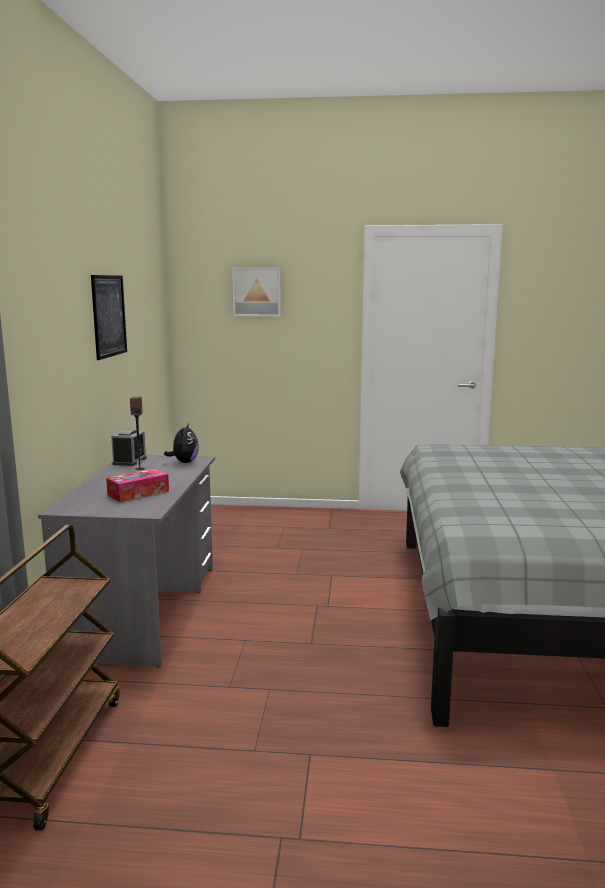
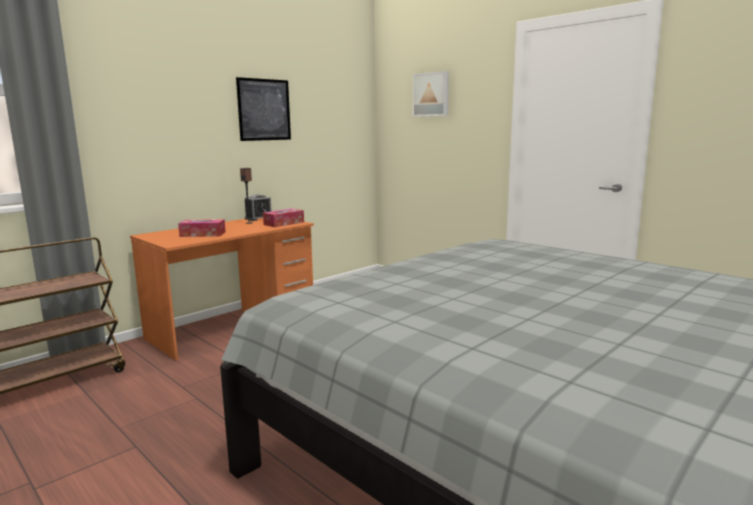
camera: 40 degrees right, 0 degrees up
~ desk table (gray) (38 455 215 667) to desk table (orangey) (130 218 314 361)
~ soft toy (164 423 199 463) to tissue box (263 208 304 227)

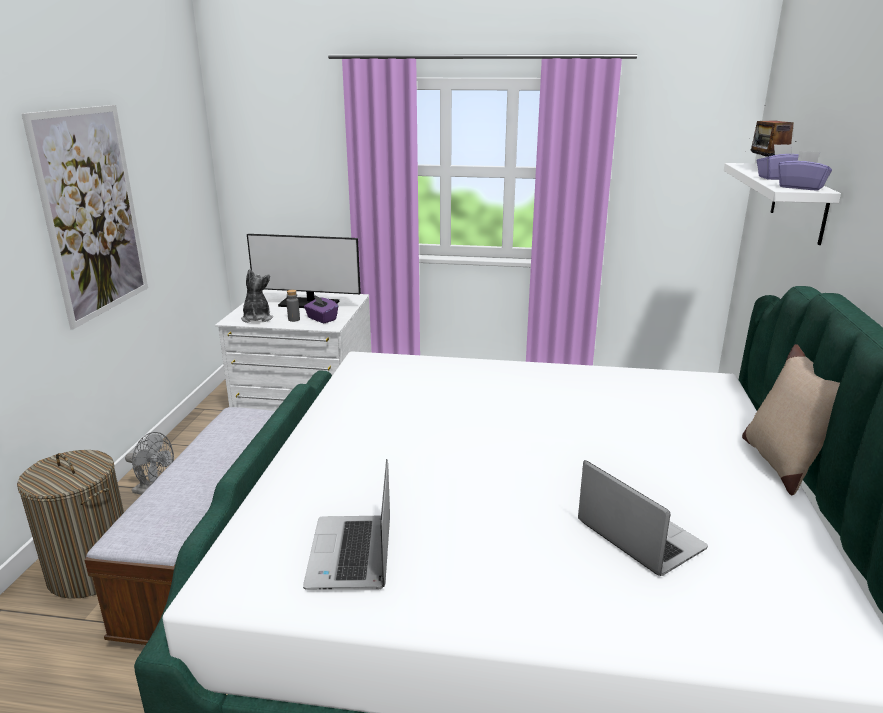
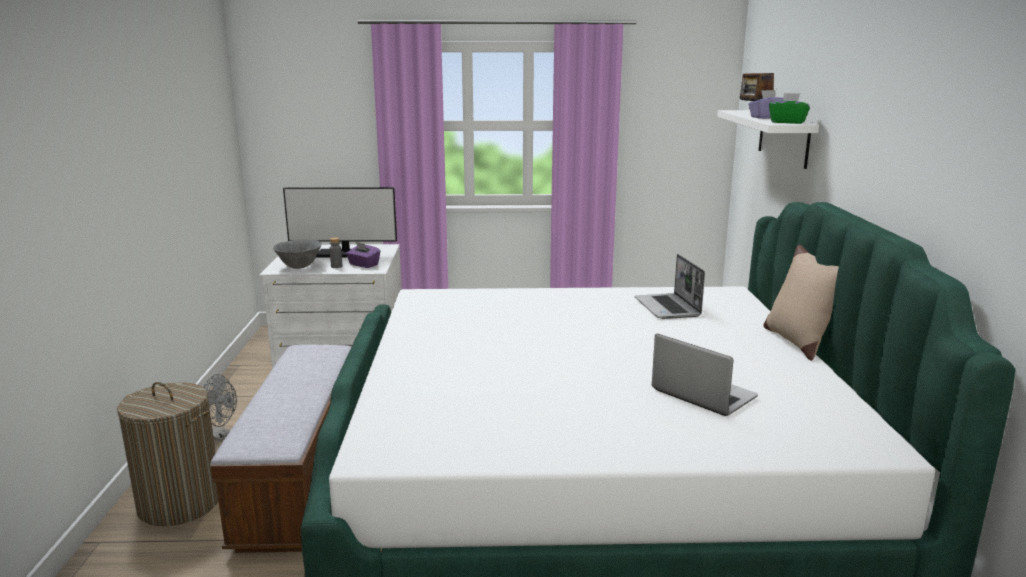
camera: 10 degrees left, 5 degrees down
~ soft toy (241 269 273 323) to serving bowl (gray) (273 239 322 269)
~ portable computer (303 459 390 590) to (635 254 705 319)
~ tissue box (purplish) (778 150 832 190) to tissue box (green-coloured) (769 93 810 124)
- wall picture (21 105 148 330)

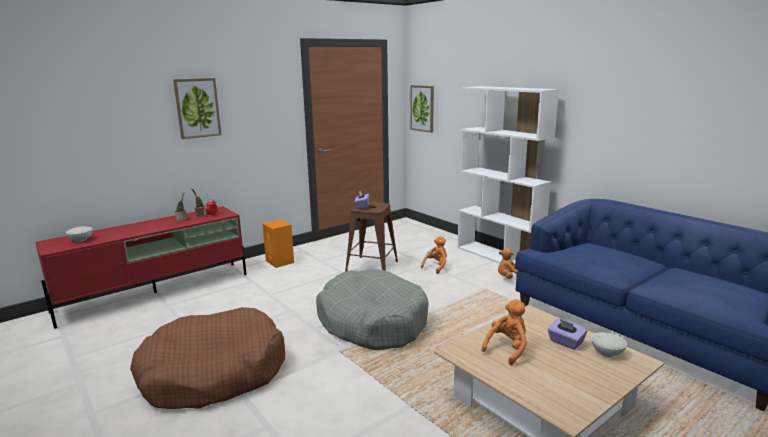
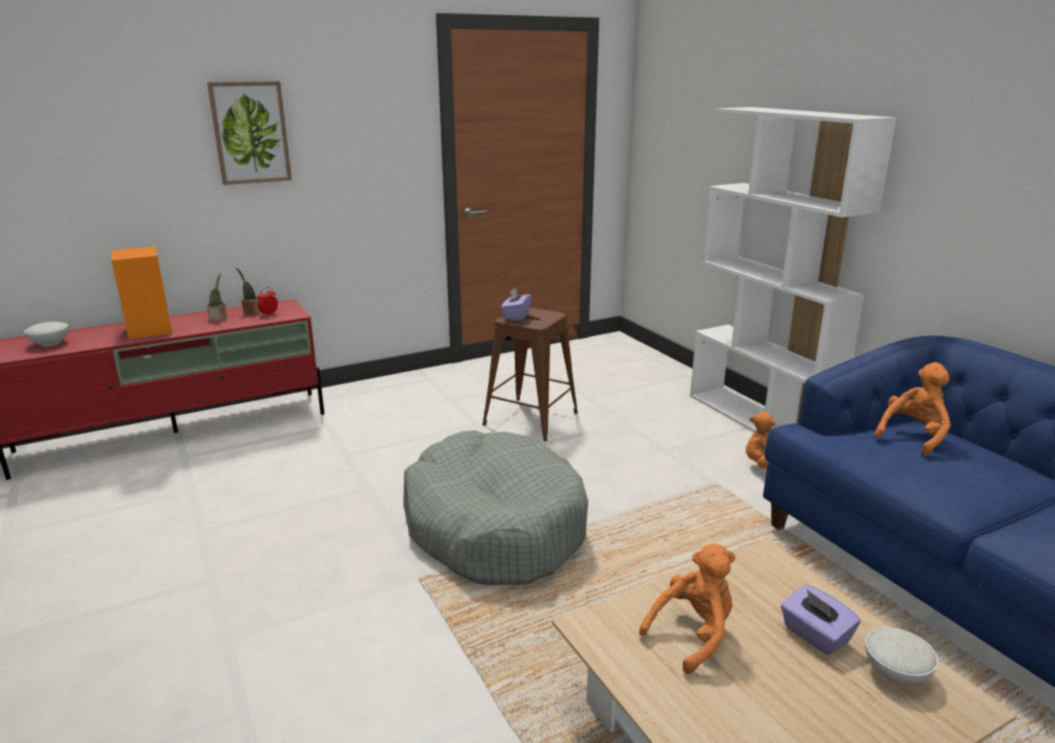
camera: 10 degrees right, 5 degrees up
~ loudspeaker (orangey) (262 219 294 268) to (111 246 172 339)
~ soft toy (orangey) (421 236 447 274) to (875 362 951 456)
- dog bed (brown) (130 307 285 409)
- wall picture (410 85 434 133)

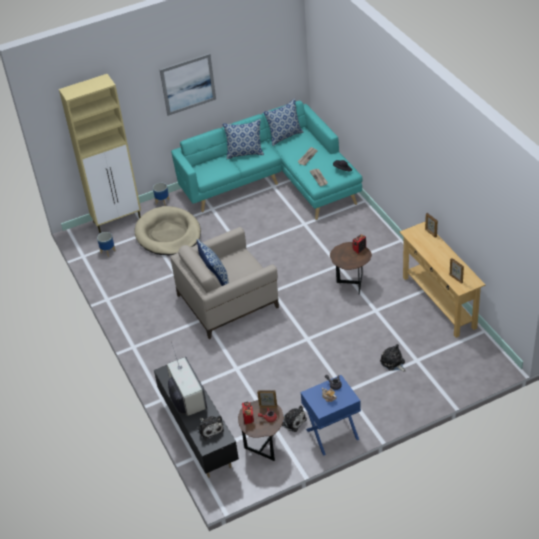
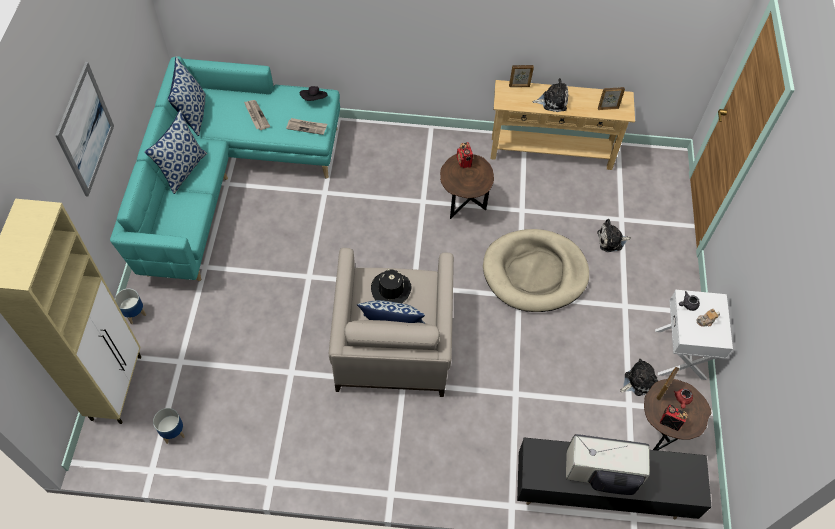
camera: 65 degrees left, 15 degrees up
+ hat (black-coloured) (371 269 412 303)
~ dog bed (sand-coloured) (135 206 201 255) to (483 229 589 312)
~ soft toy (198 416 224 440) to (533 78 568 112)
~ bedside table (blue) (301 375 361 455) to bedside table (white-coloured) (655 290 733 380)

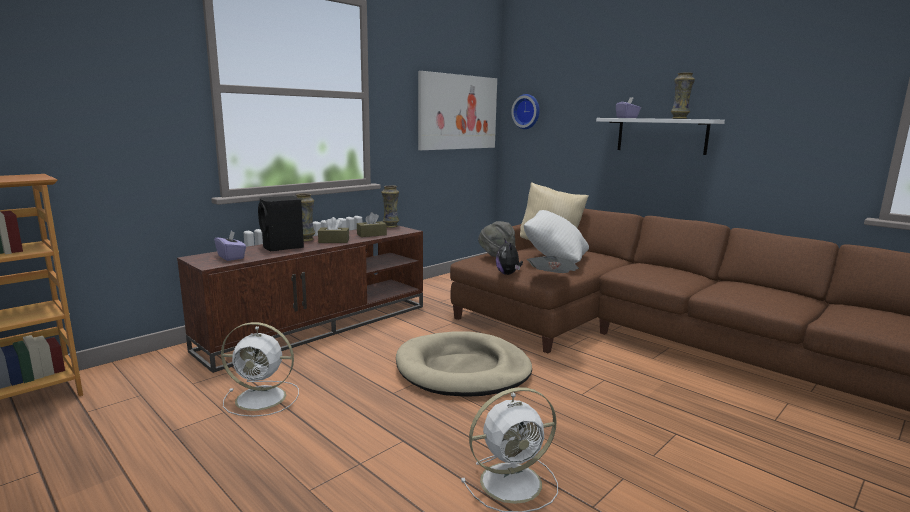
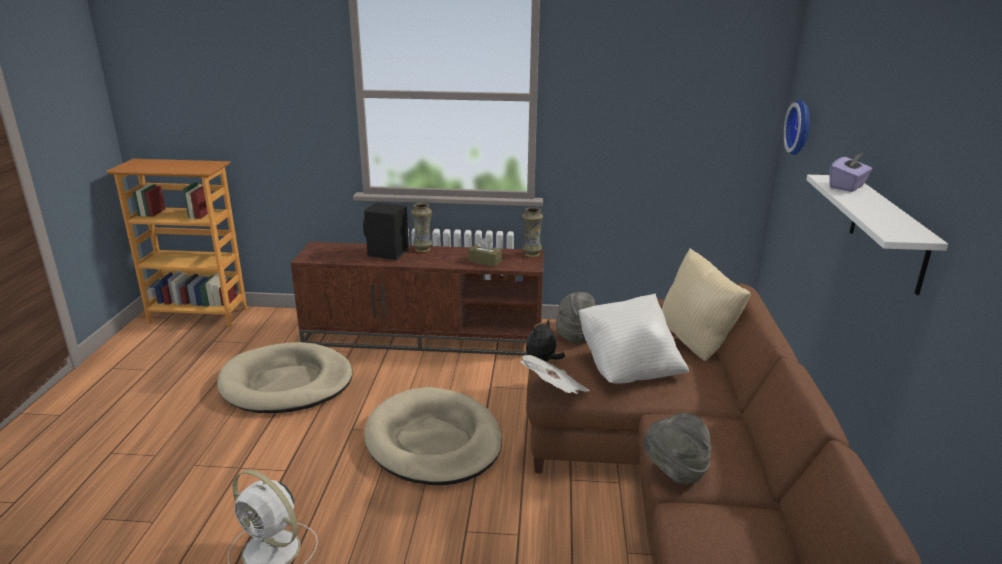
camera: 50 degrees right, 10 degrees up
~ fan (white-coloured) (221 322 299 417) to dog bed (sand-coloured) (217 342 353 413)
+ hat (gray) (643 413 711 484)
- tissue box (purplish) (214 231 246 261)
- tissue box (brown) (318 217 349 243)
- wall picture (418 71 497 150)
- vase (671 73 695 119)

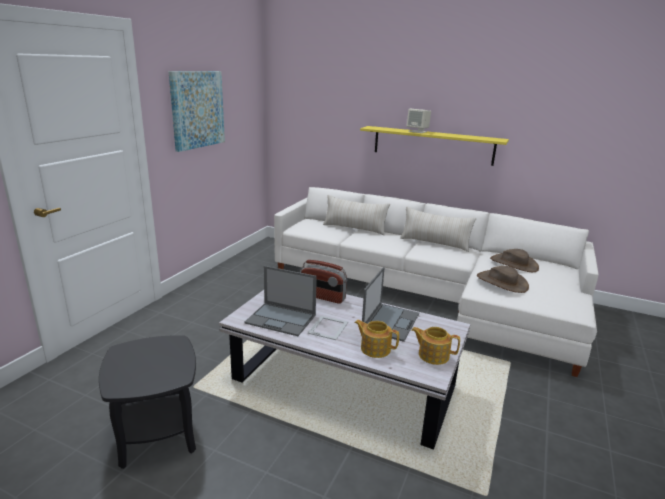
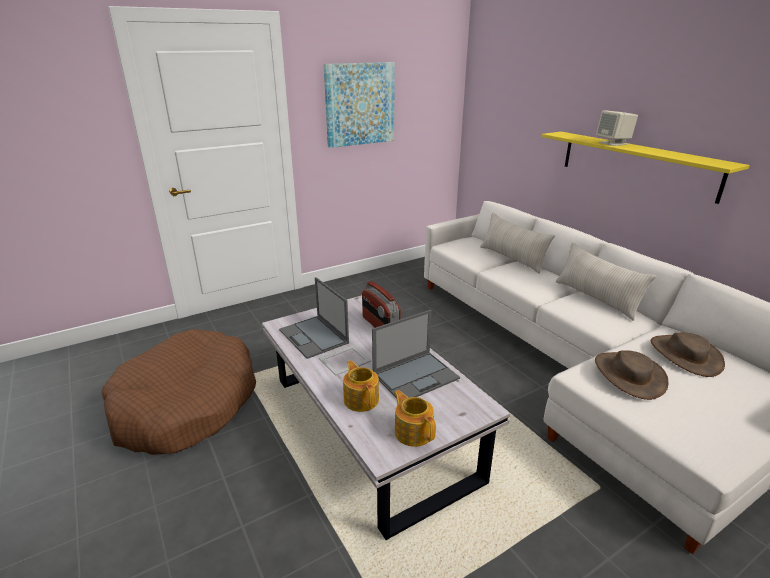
camera: 35 degrees right, 5 degrees up
~ accent table (black-coloured) (99 335 196 469) to dog bed (brown) (101 329 256 455)

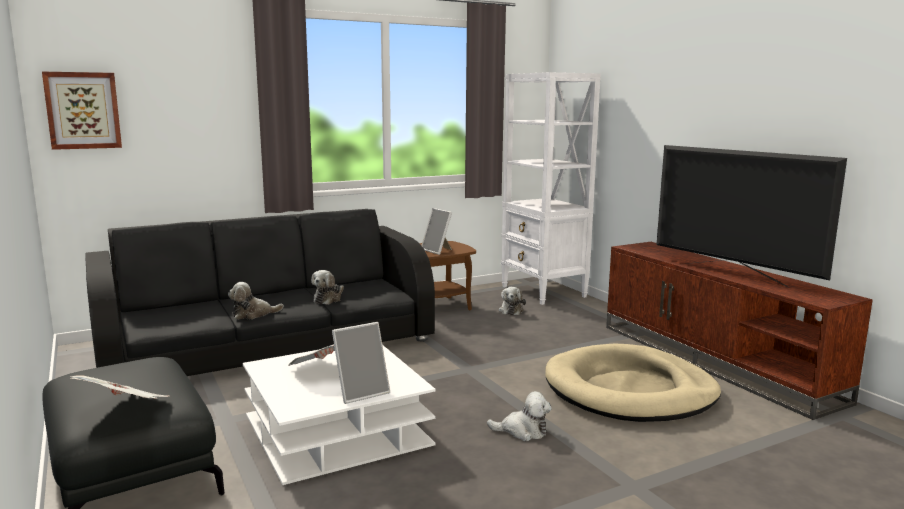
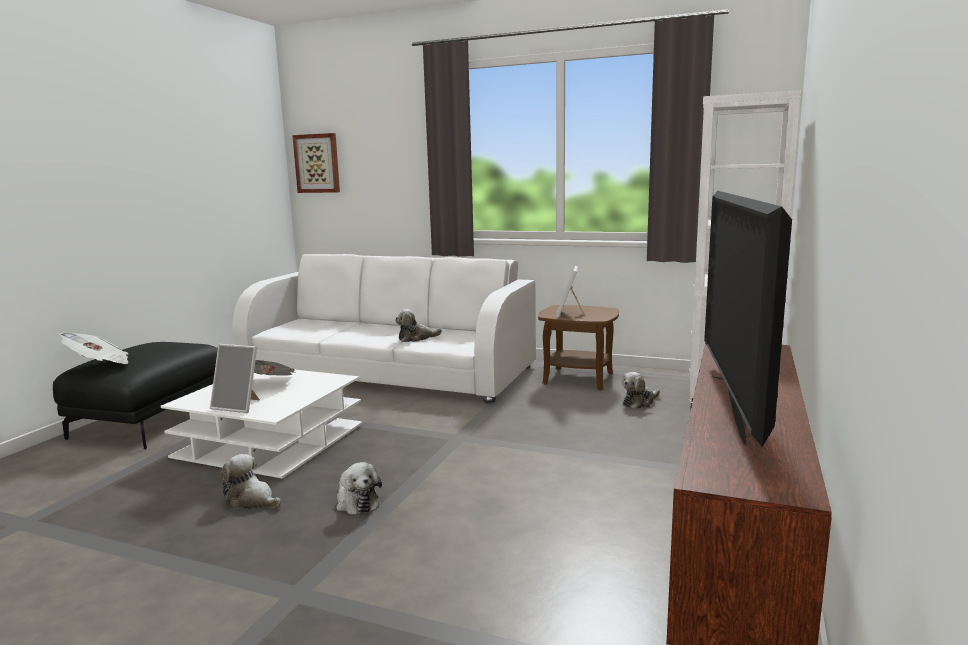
camera: 50 degrees right, 0 degrees up
~ soft toy (228 282 284 320) to (220 454 281 509)
~ couch (black-coloured) (85 209 435 376) to couch (white-coloured) (233 254 536 403)
- dog bed (sand-coloured) (545 344 721 422)

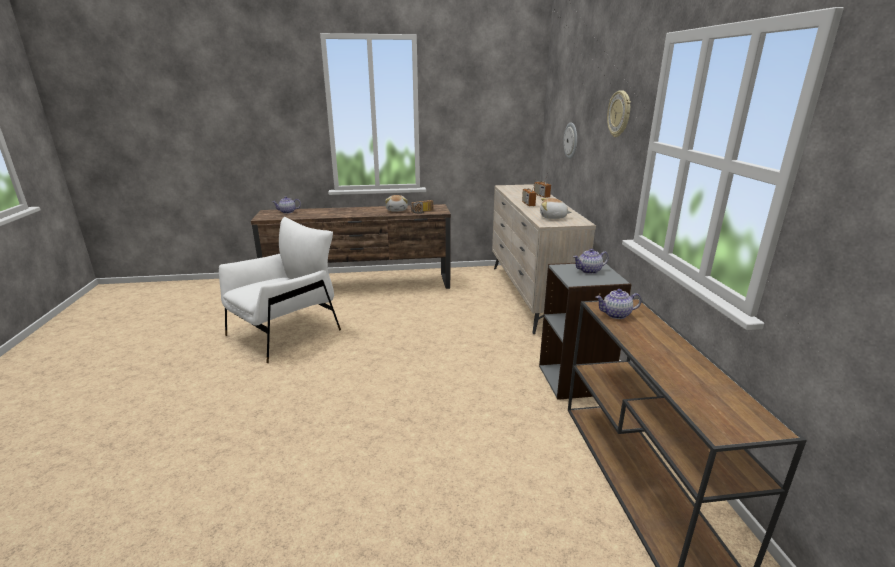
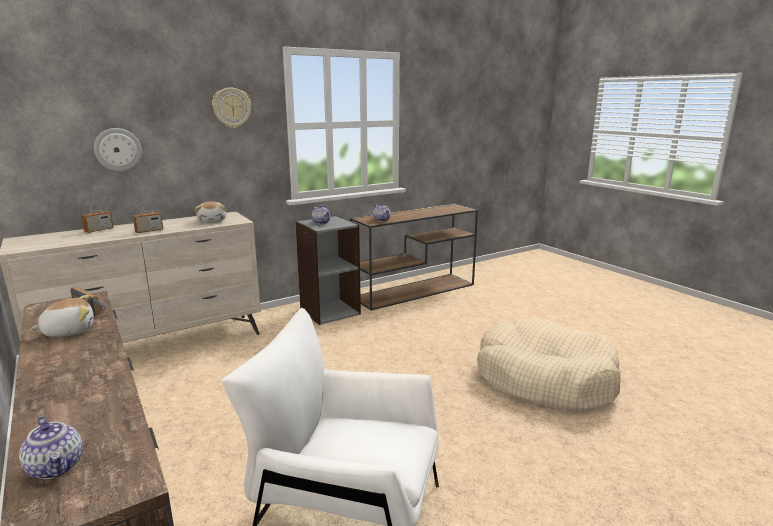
camera: 115 degrees left, 5 degrees down
+ dog bed (sand-coloured) (477 318 621 413)

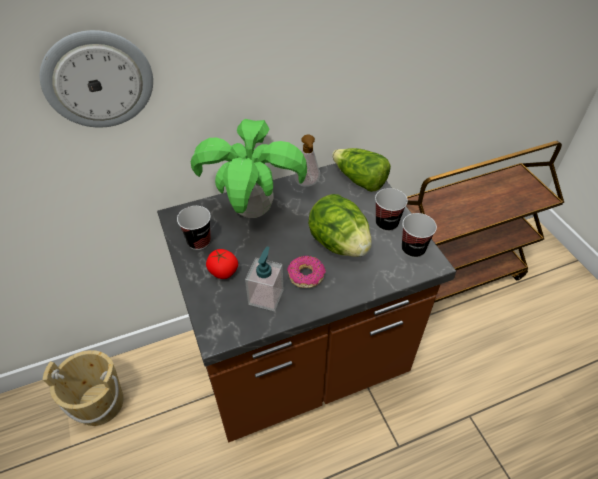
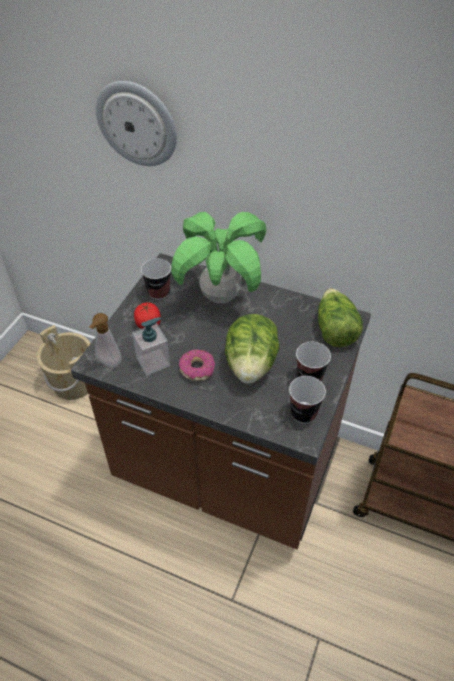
camera: 45 degrees right, 0 degrees up
~ soap bottle (295 134 320 187) to (89 313 122 367)

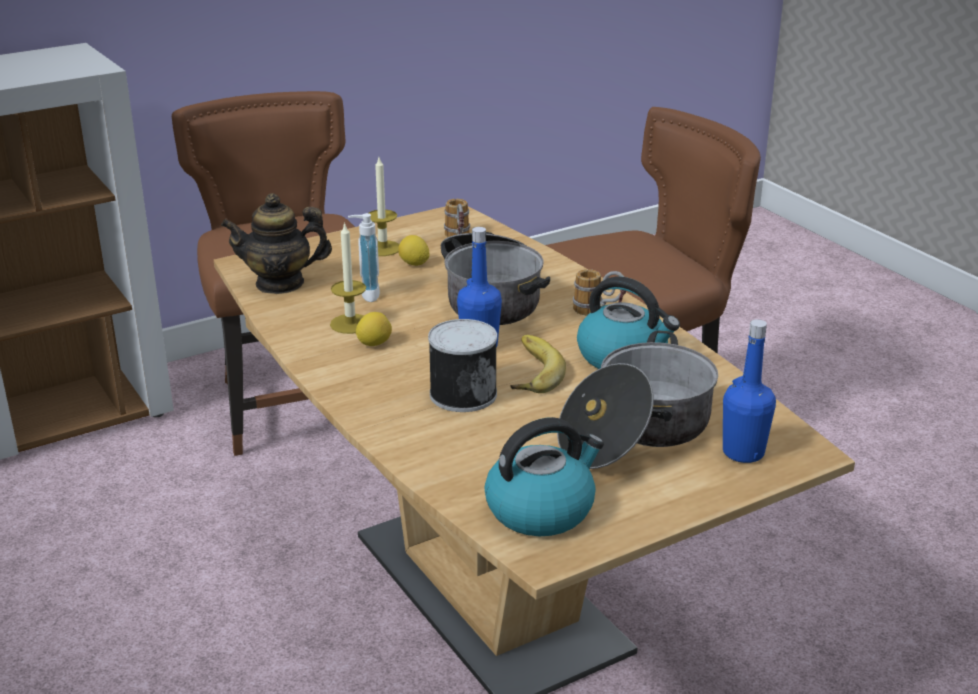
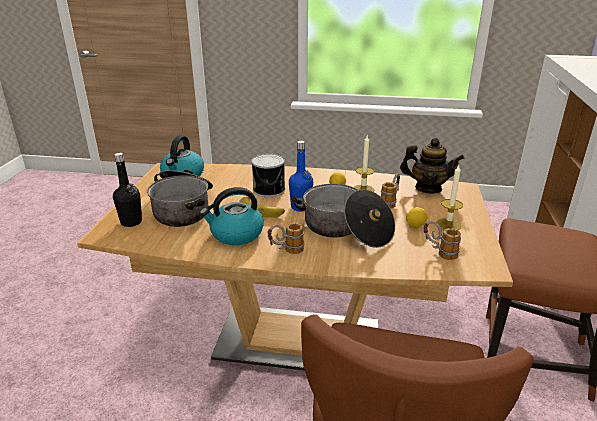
camera: 130 degrees right, 0 degrees up
~ drink bottle (blue) (723 319 776 463) to drink bottle (black-coloured) (113 153 142 227)
~ soap bottle (348 213 380 302) to mug (381 173 400 209)
~ tea pot (221 193 332 294) = (400 138 464 193) 75 degrees clockwise

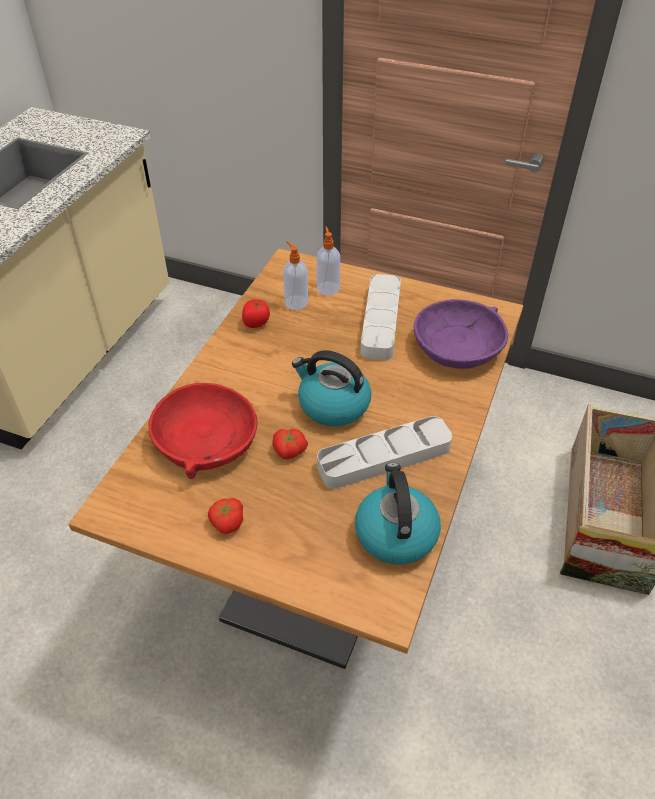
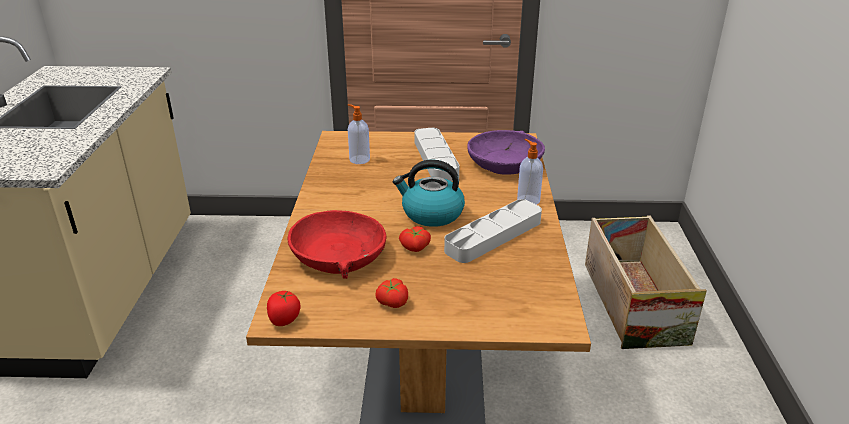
camera: 20 degrees left, 15 degrees down
~ tomato (242 299 270 328) to (267 290 300 326)
~ soap bottle (317 226 340 295) to (517 139 543 205)
- kettle (355 463 441 564)

